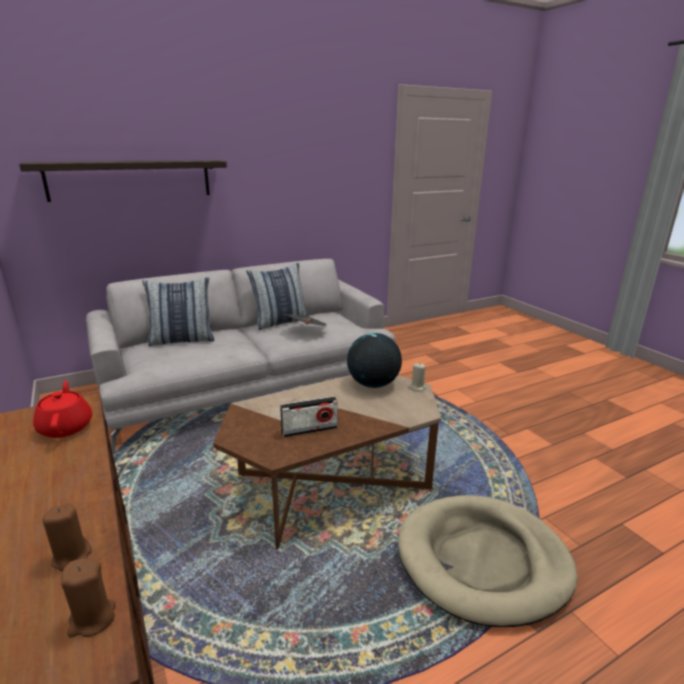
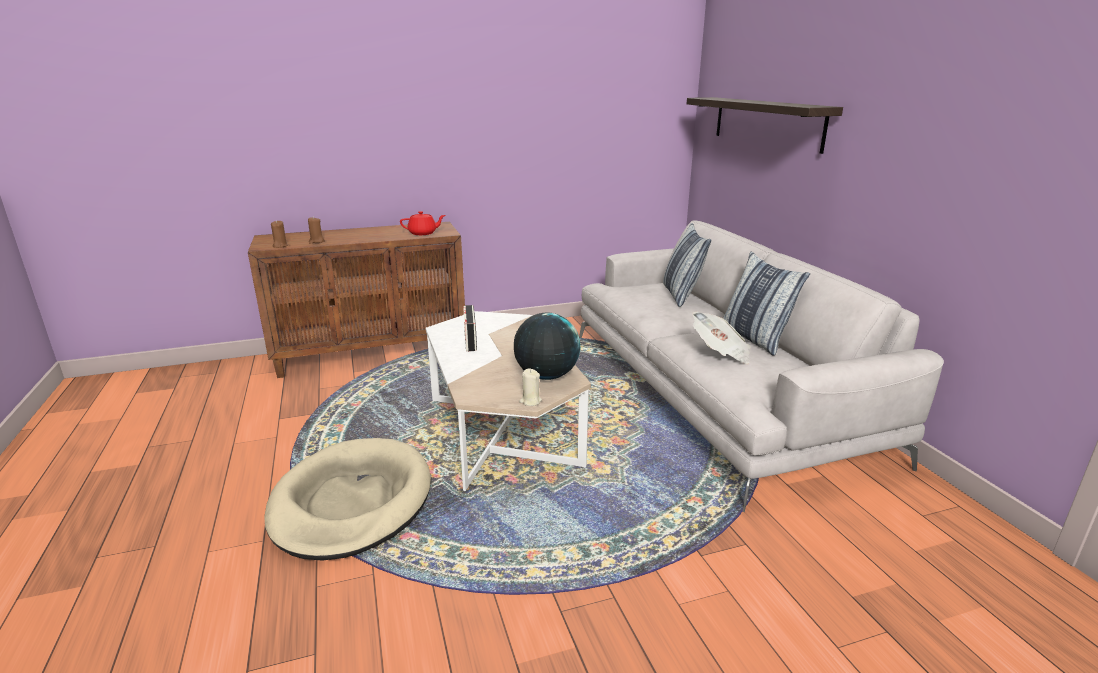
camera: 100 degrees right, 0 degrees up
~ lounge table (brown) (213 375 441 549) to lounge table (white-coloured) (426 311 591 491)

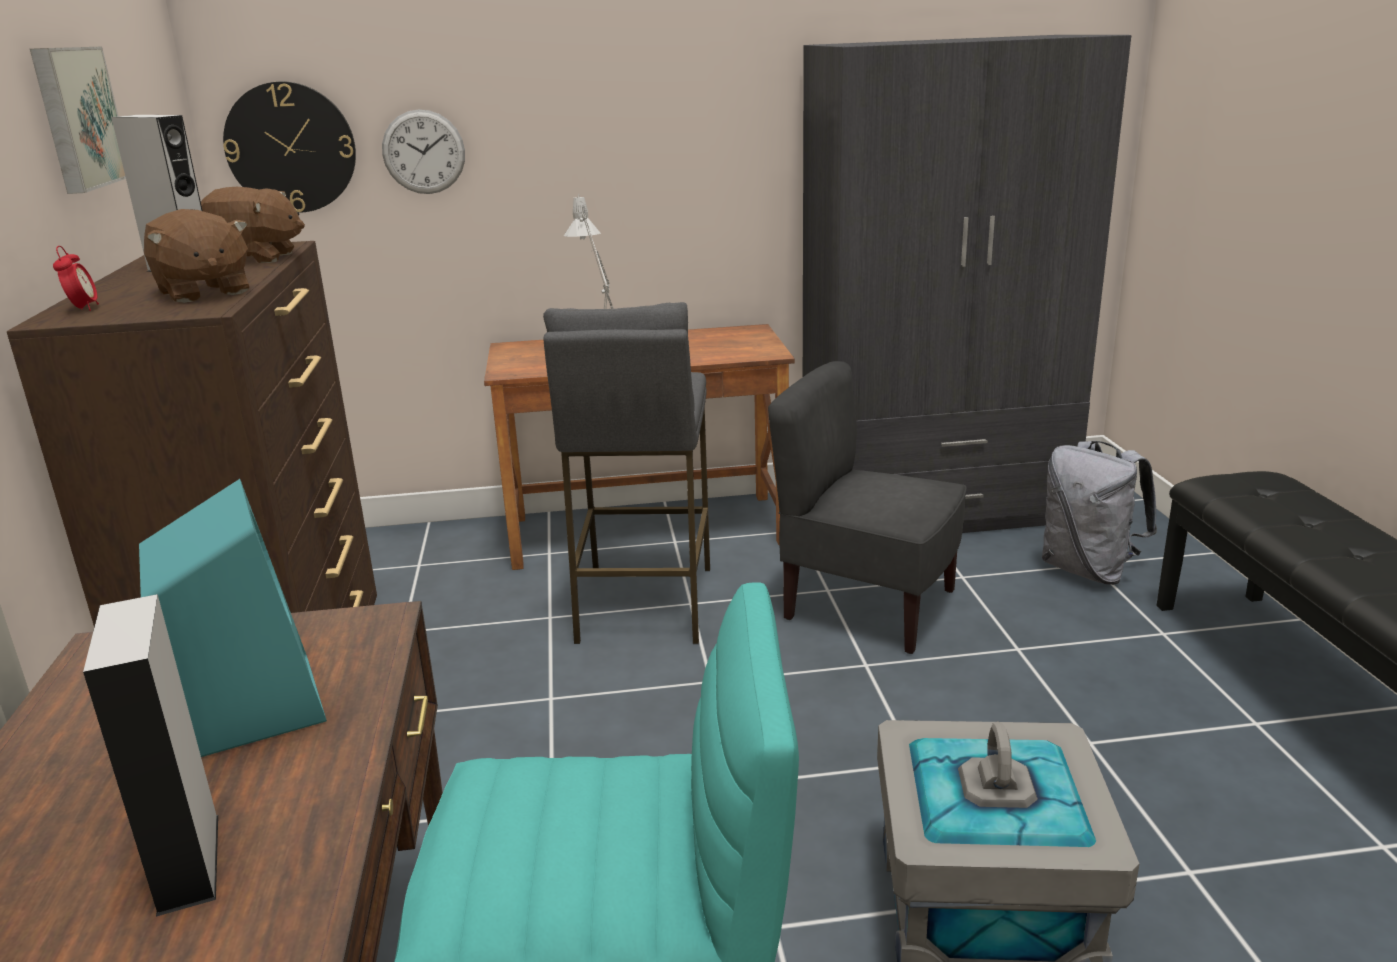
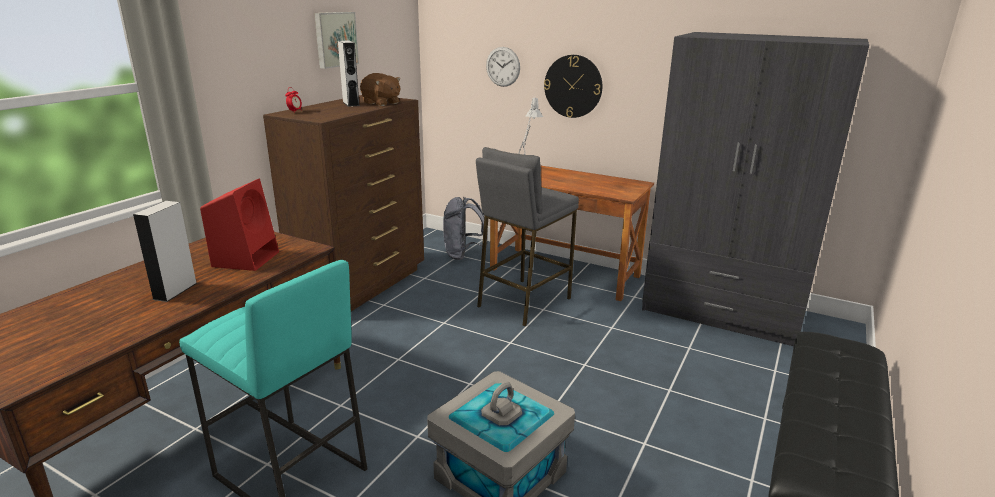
camera: 35 degrees right, 0 degrees up
~ loudspeaker (blue-green) (139 479 327 757) to loudspeaker (red-coloured) (200 179 279 271)
~ knapsack (gray) (1042 441 1157 585) to (443 197 488 260)
~ wall clock (223 81 356 213) to (544 55 602 118)
- soft toy (brown) (144 209 249 303)
- chair (gray) (768 361 967 654)

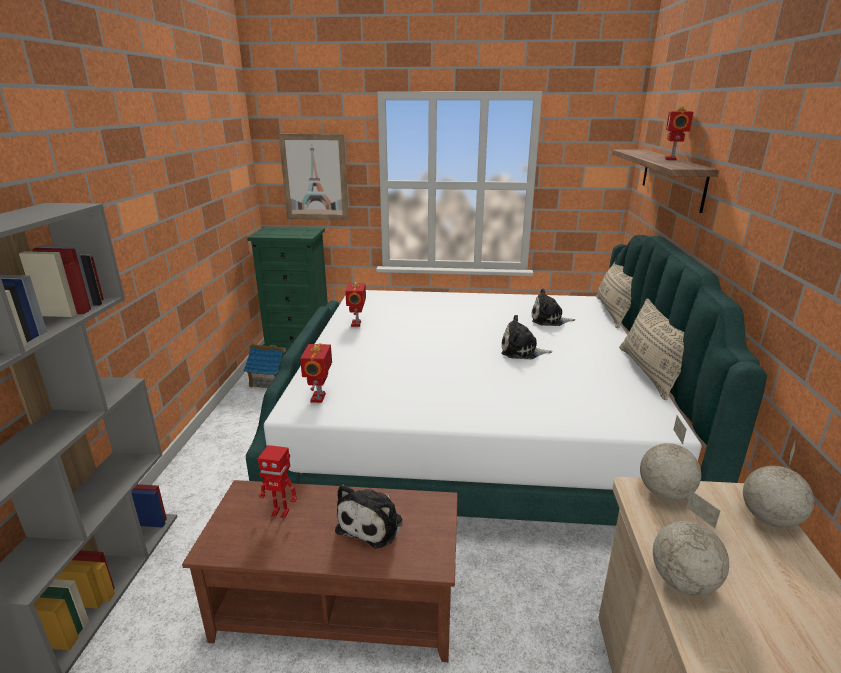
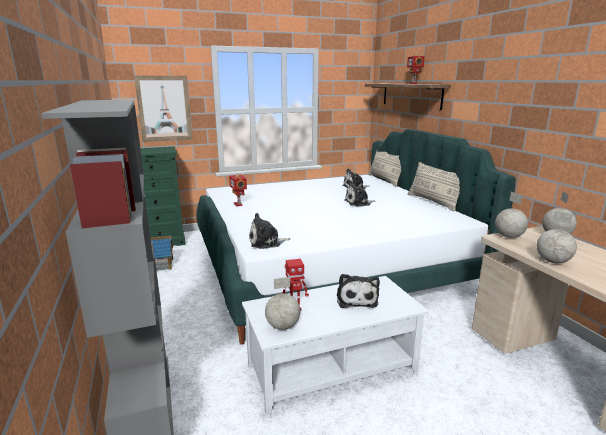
camera: 25 degrees left, 5 degrees down
~ lounge table (brown) (182 480 458 662) to lounge table (white-coloured) (242 276 429 415)
~ robot figure (300 343 332 403) to soft toy (249 213 290 249)
+ desk globe (265 277 300 330)

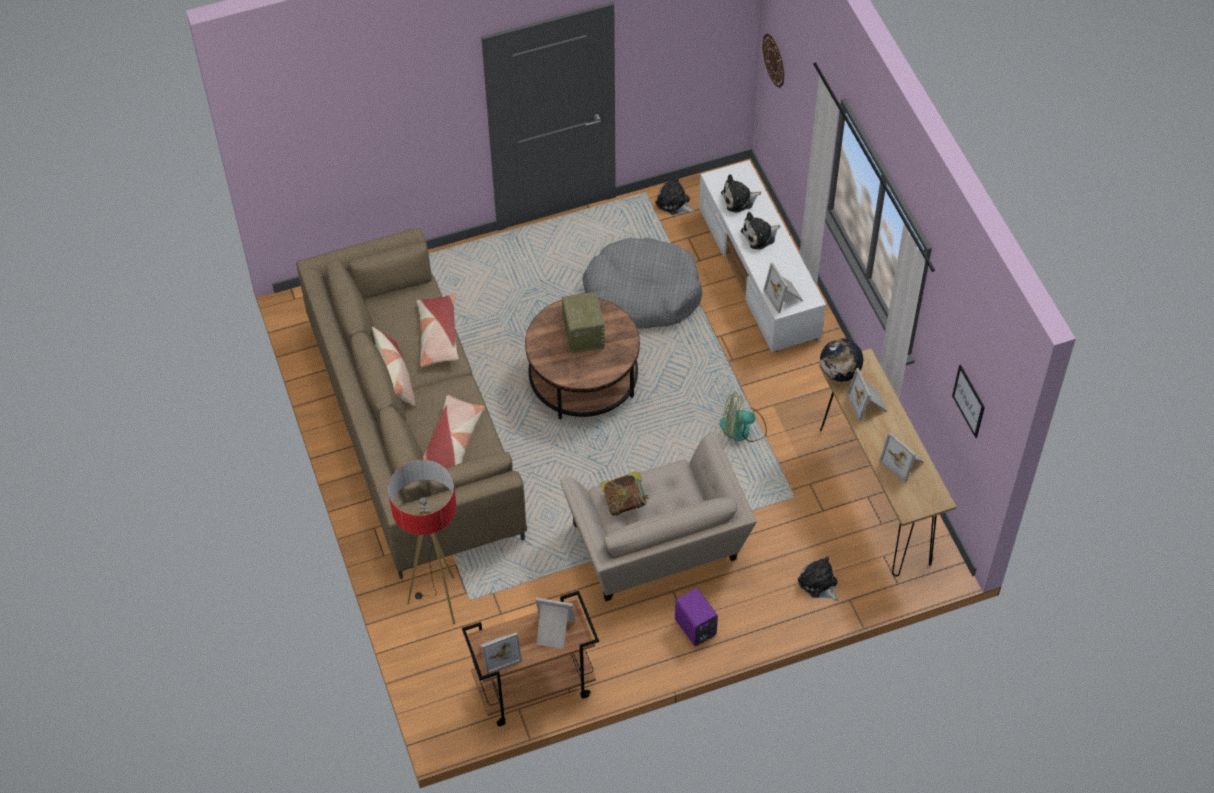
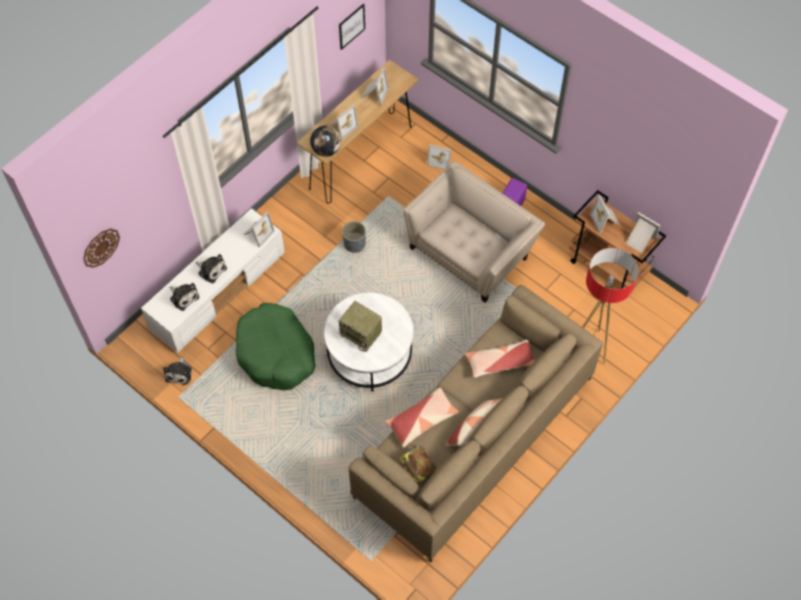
camera: 120 degrees left, 5 degrees up
~ dog bed (gray) (582 238 702 329) to dog bed (green-coloured) (236 303 315 390)
~ lounge table (brown) (525 298 640 419) to lounge table (white-coloured) (324 292 413 392)
~ radio receiver (562 292 605 353) = (339 301 382 352) 105 degrees counterclockwise
~ fan (720 393 767 442) to flower pot (gray) (342 221 366 253)
~ book (600 471 650 516) to (399 444 436 483)
~ soft toy (798 556 839 601) to photo frame (427 144 452 170)

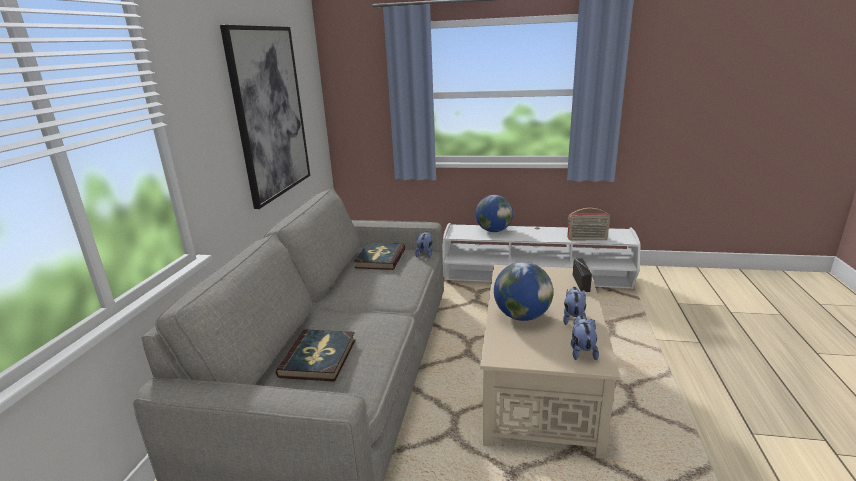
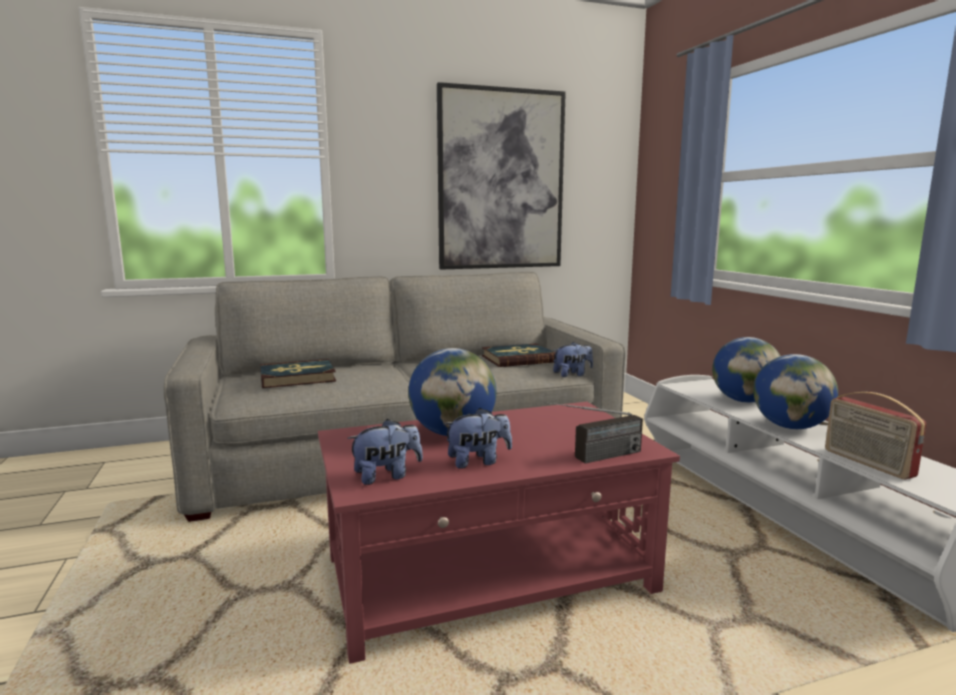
camera: 60 degrees right, 10 degrees down
~ lounge table (sand-coloured) (480 265 620 459) to lounge table (red-coloured) (318 402 680 664)
+ desk globe (753 354 838 429)

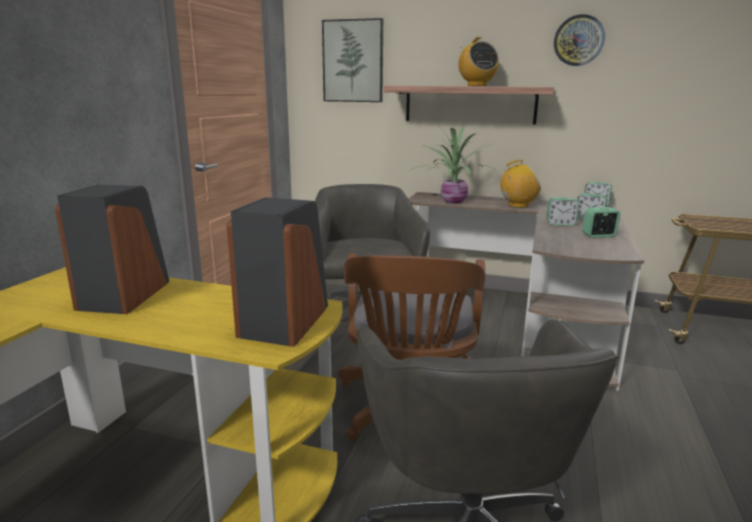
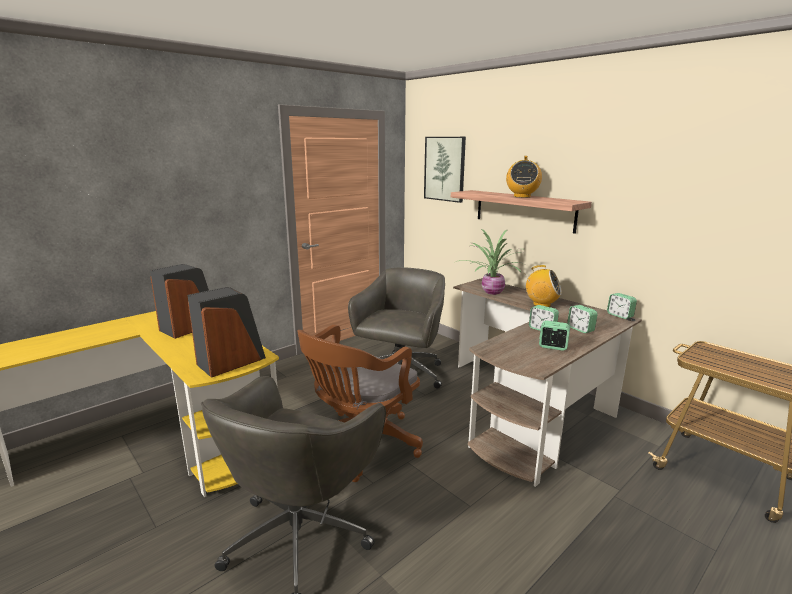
camera: 30 degrees right, 0 degrees up
- wall clock (554 14 605 66)

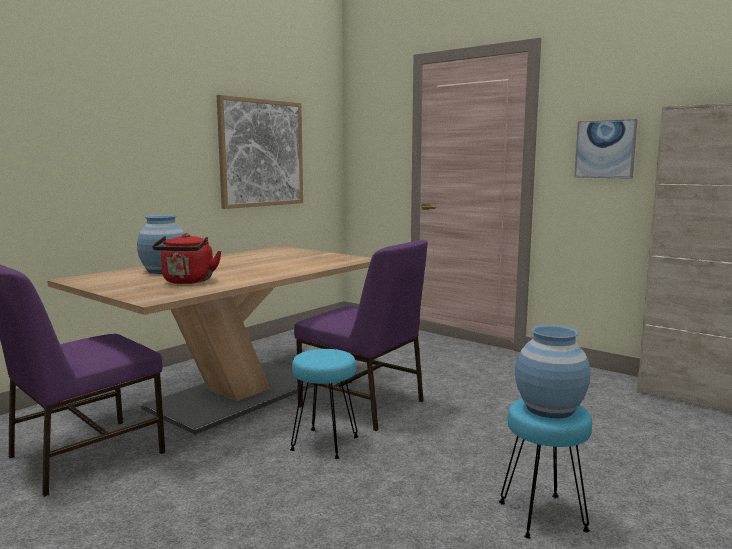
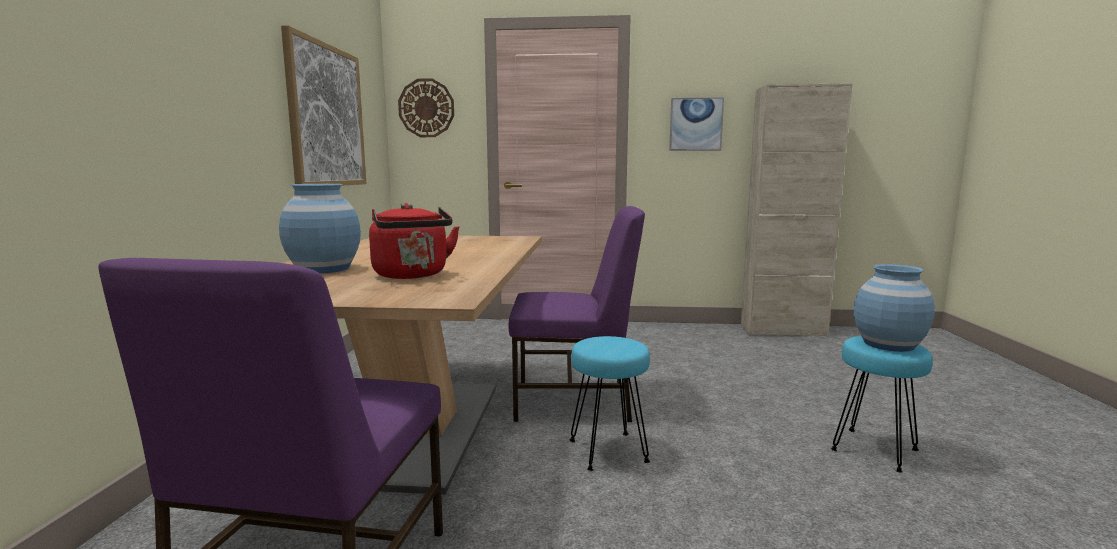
camera: 35 degrees left, 0 degrees up
+ wall clock (398 78 454 137)

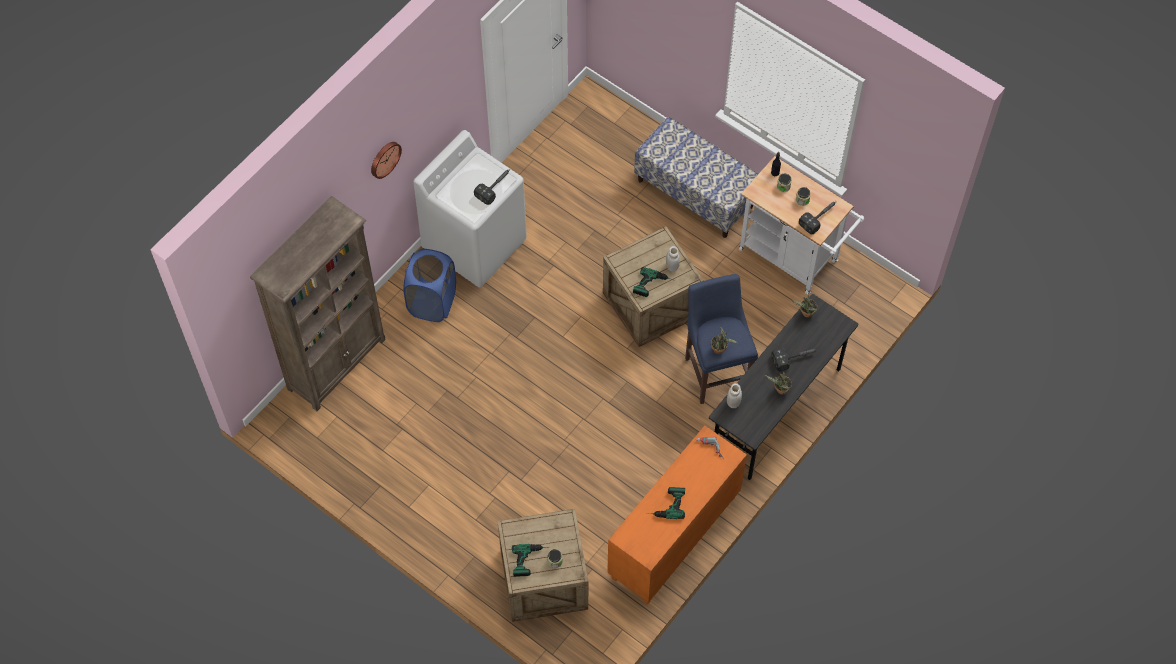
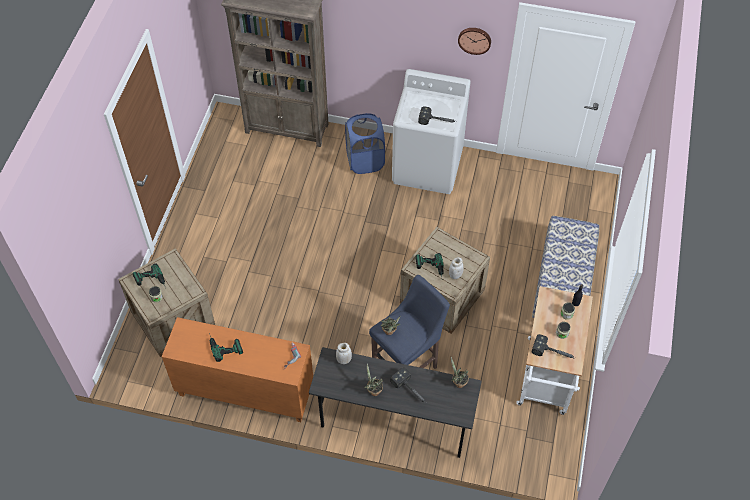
camera: 65 degrees right, 5 degrees down
~ wall clock (371 142 402 179) to (458 28 491 55)

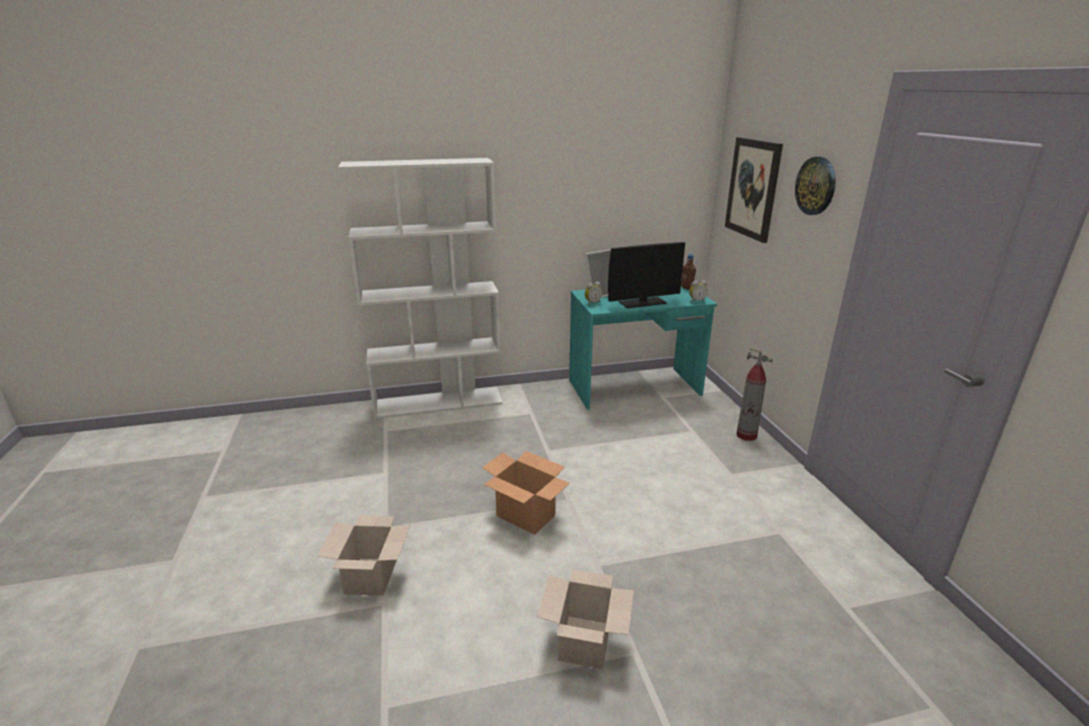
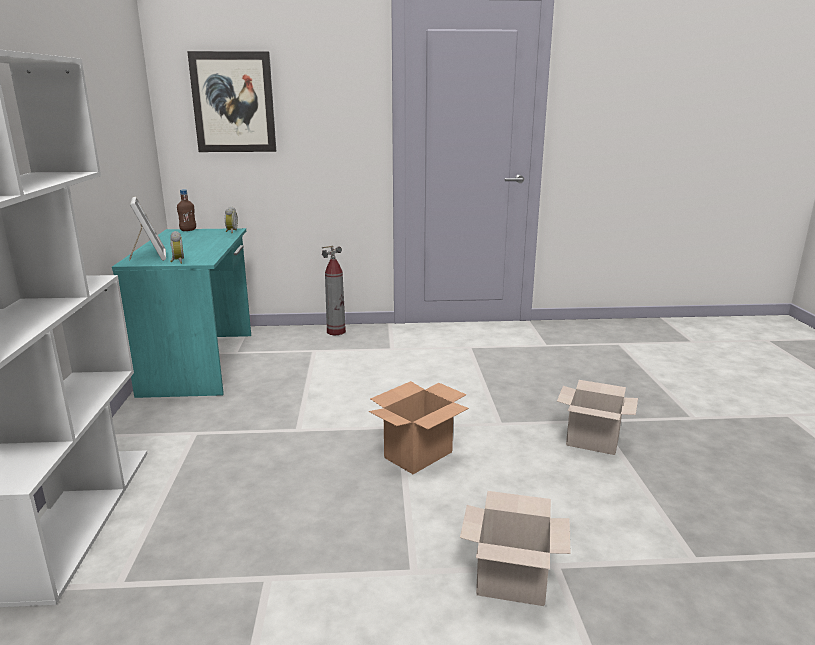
camera: 80 degrees left, 5 degrees down
- computer screen (608 242 685 308)
- wall clock (795 157 835 215)

